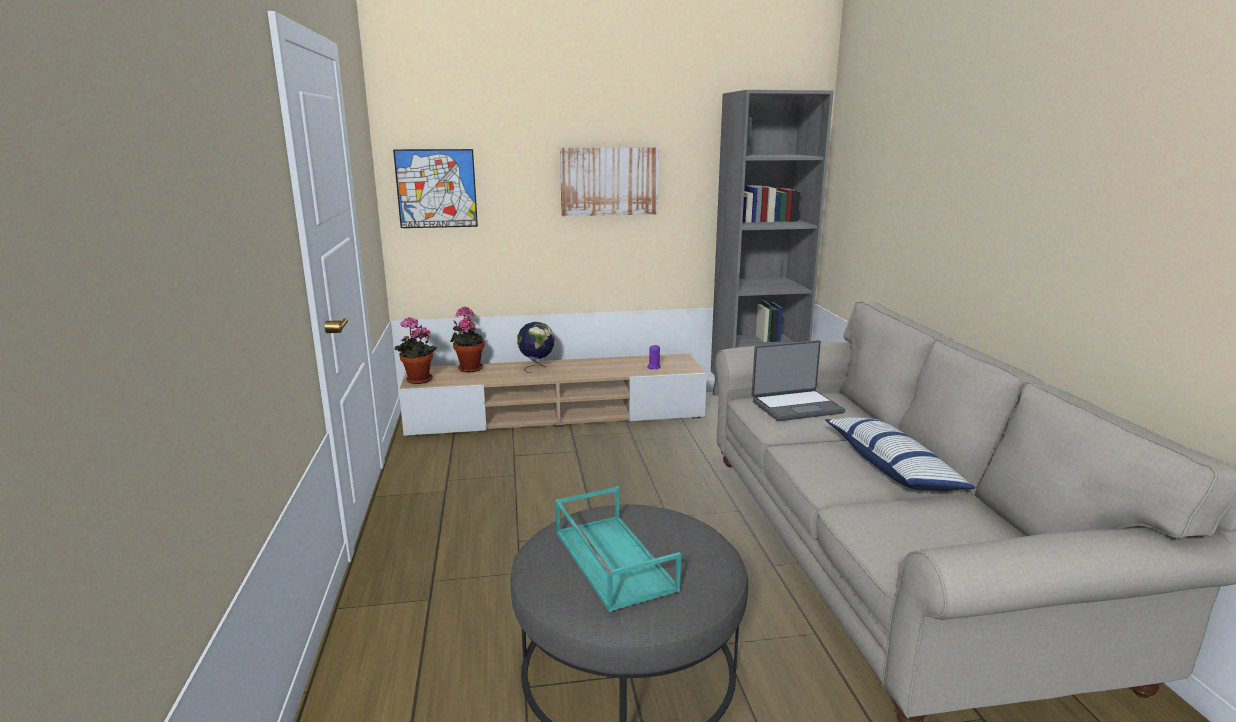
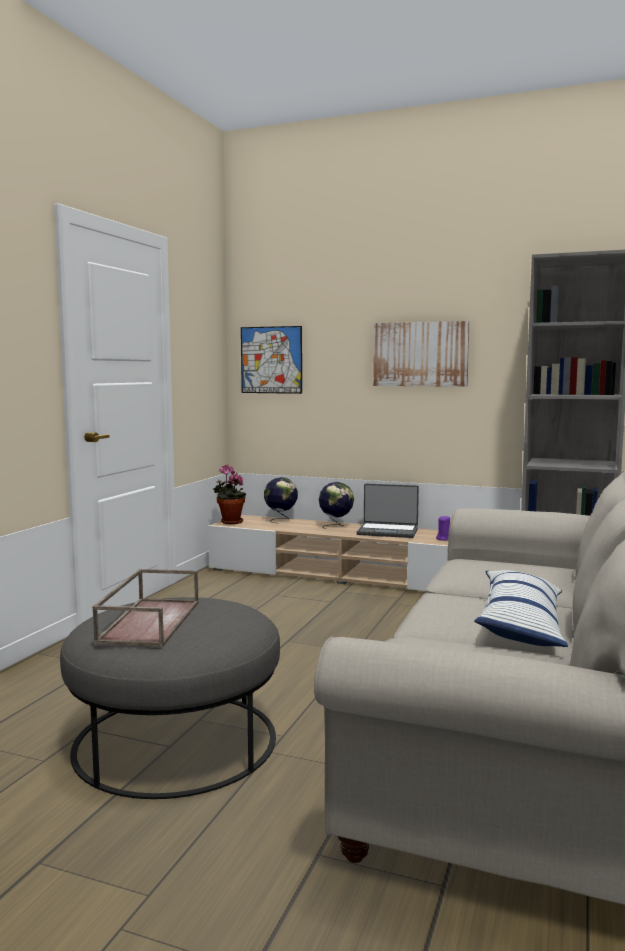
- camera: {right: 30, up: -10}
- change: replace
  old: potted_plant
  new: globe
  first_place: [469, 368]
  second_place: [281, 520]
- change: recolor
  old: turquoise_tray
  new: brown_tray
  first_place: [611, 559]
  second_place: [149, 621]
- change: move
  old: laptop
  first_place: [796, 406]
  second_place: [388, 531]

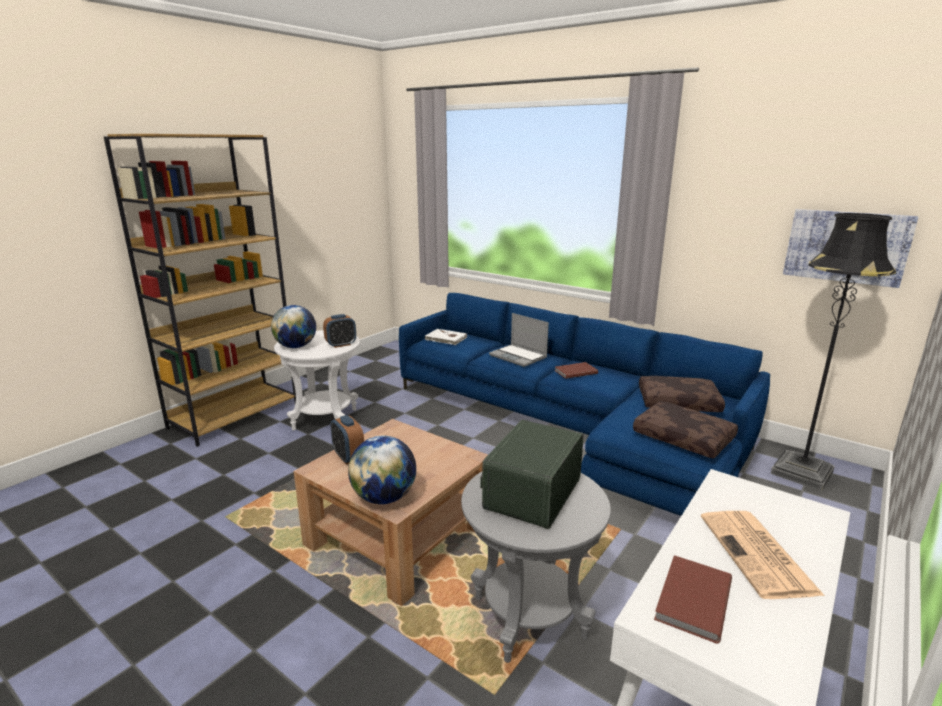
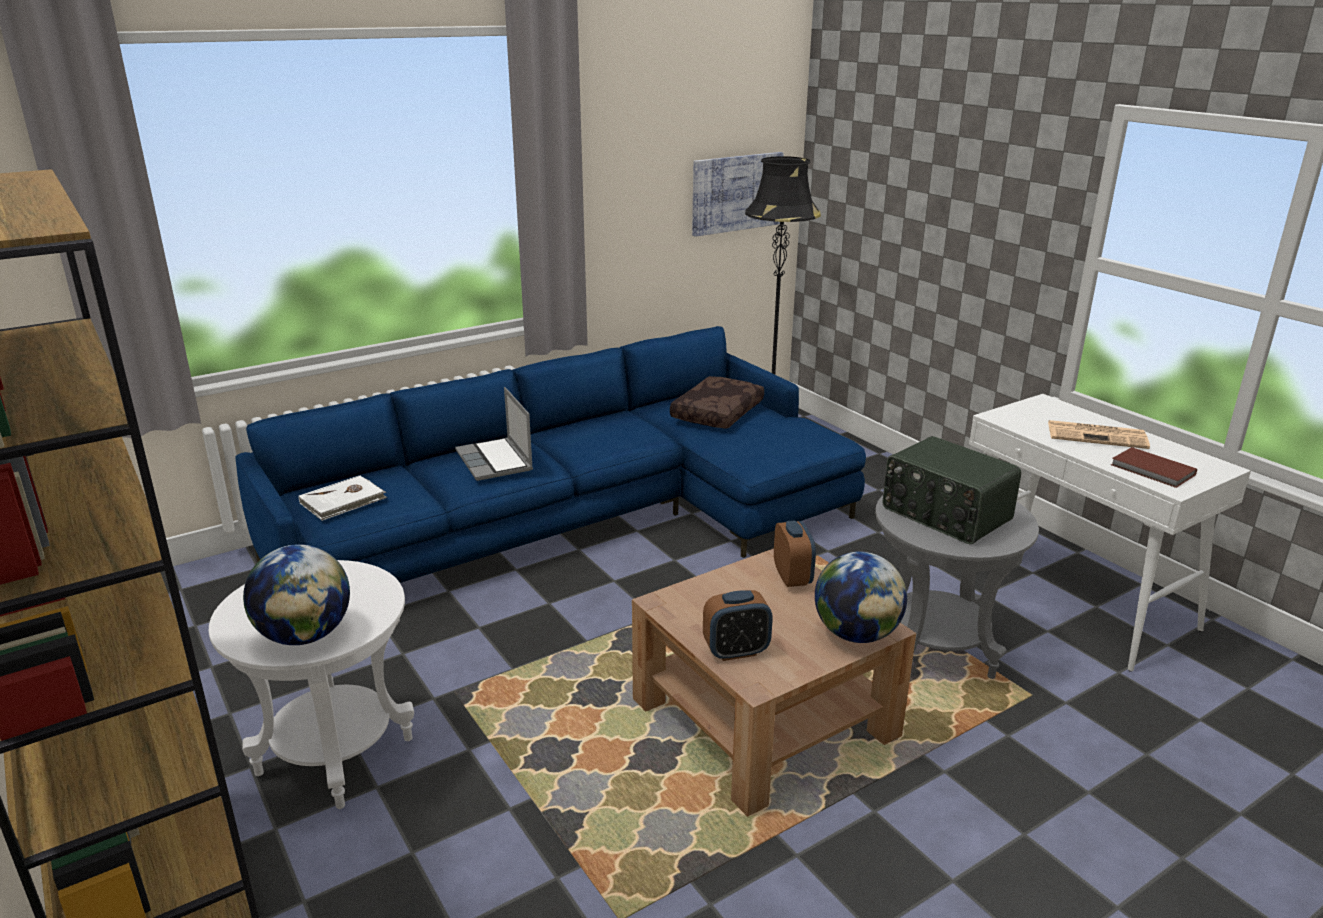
- camera: {right: -70, up: 5}
- change: move
  old: alarm_clock
  first_place: [341, 344]
  second_place: [792, 577]
- change: rotate
  old: laptop
  first_place: [519, 356]
  second_place: [495, 461]
  degrees: 90
- change: delete
  old: brown_book
  first_place: [575, 372]
- change: delete
  old: brown_pillow
  first_place: [684, 438]

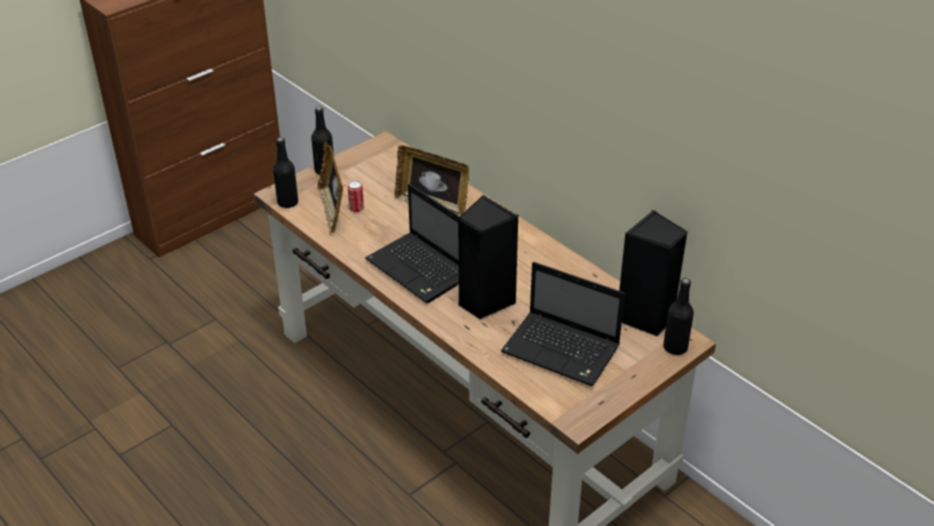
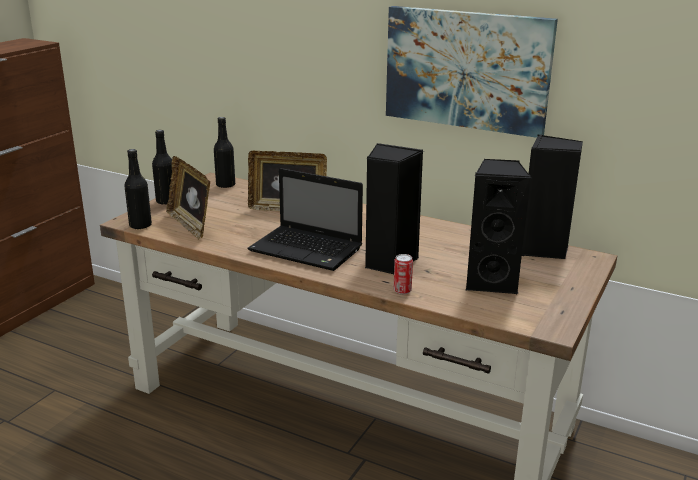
- camera: {right: -20, up: -15}
- change: move
  old: can
  first_place: [356, 208]
  second_place: [402, 290]
- change: replace
  old: laptop
  new: black_speaker
  first_place: [563, 350]
  second_place: [491, 282]
- change: move
  old: black_bottle
  first_place: [675, 347]
  second_place: [225, 185]
- change: insert
  new: picture
  second_place: [467, 69]

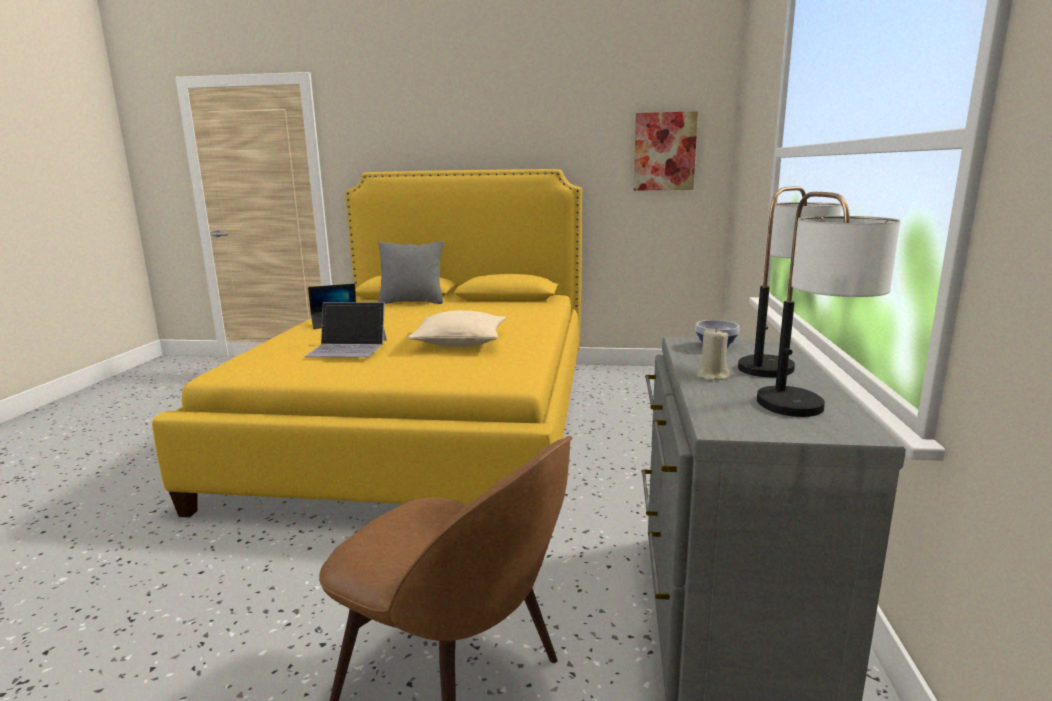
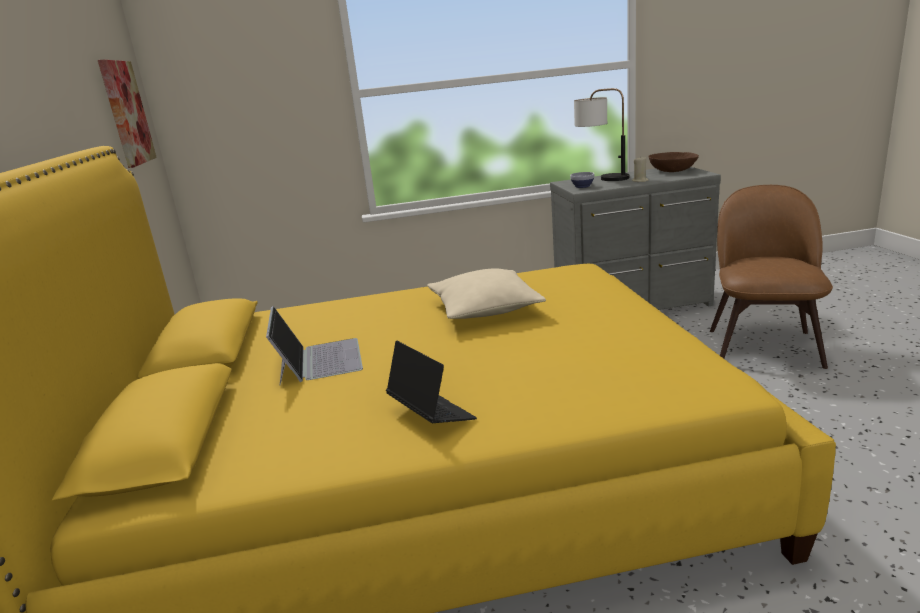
- camera: {right: -105, up: 5}
- change: move
  old: laptop
  first_place: [348, 348]
  second_place: [318, 360]
- change: delete
  old: grey_pillow
  first_place: [412, 302]
- change: replace
  old: table_lamp
  new: brown_bowl
  first_place: [807, 417]
  second_place: [672, 170]

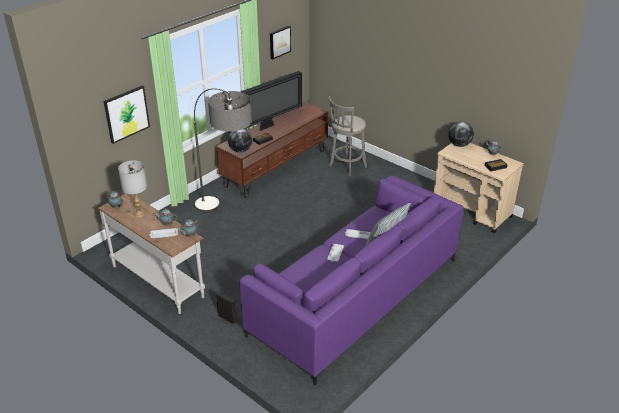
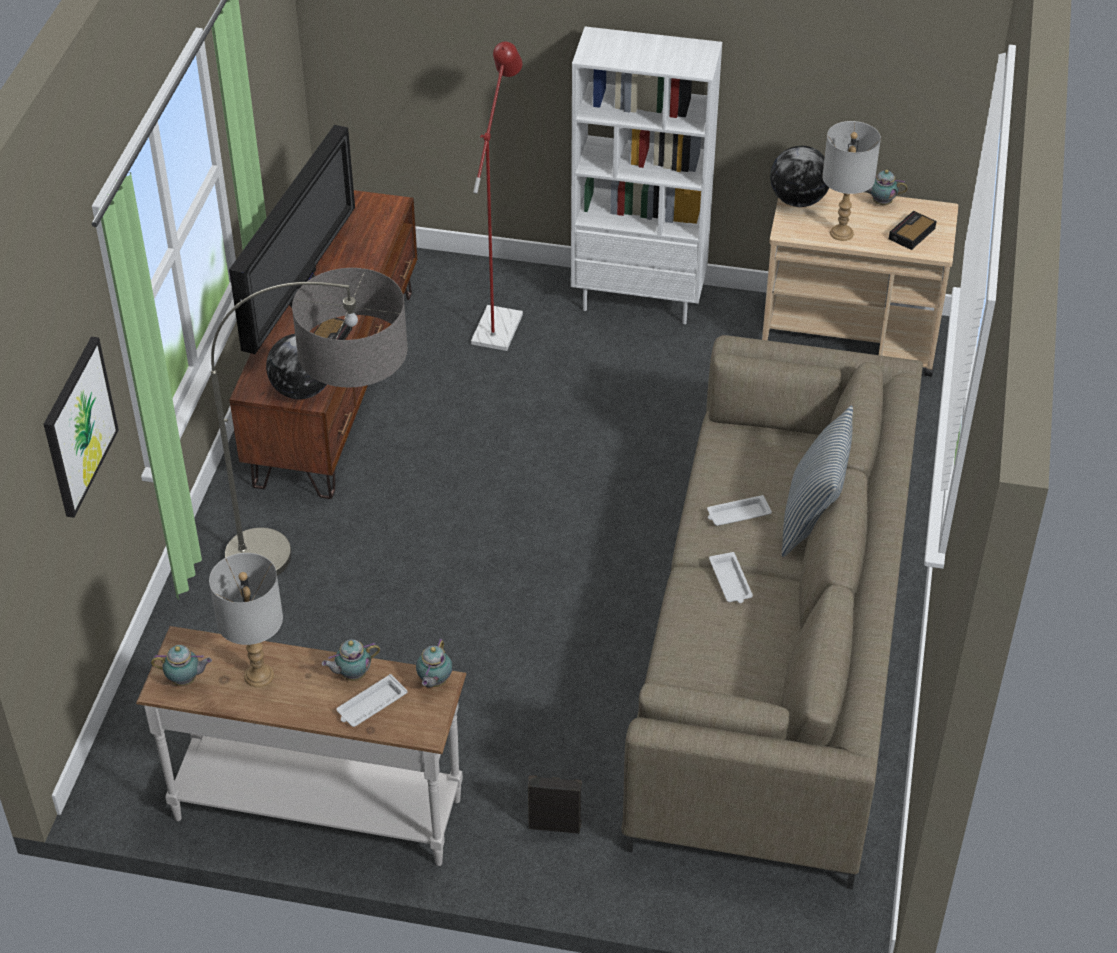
- camera: {right: -30, up: 10}
- change: recolor
  old: purple_sofa
  new: beige_sofa
  first_place: [355, 296]
  second_place: [774, 649]
- change: delete
  old: picture
  first_place: [279, 42]
- change: replace
  old: grey_stool
  new: red_floor_lamp
  first_place: [346, 167]
  second_place: [500, 321]
- change: insert
  new: white_bookcase
  second_place: [639, 300]
- change: insert
  new: grey_table_lamp
  second_place: [842, 233]

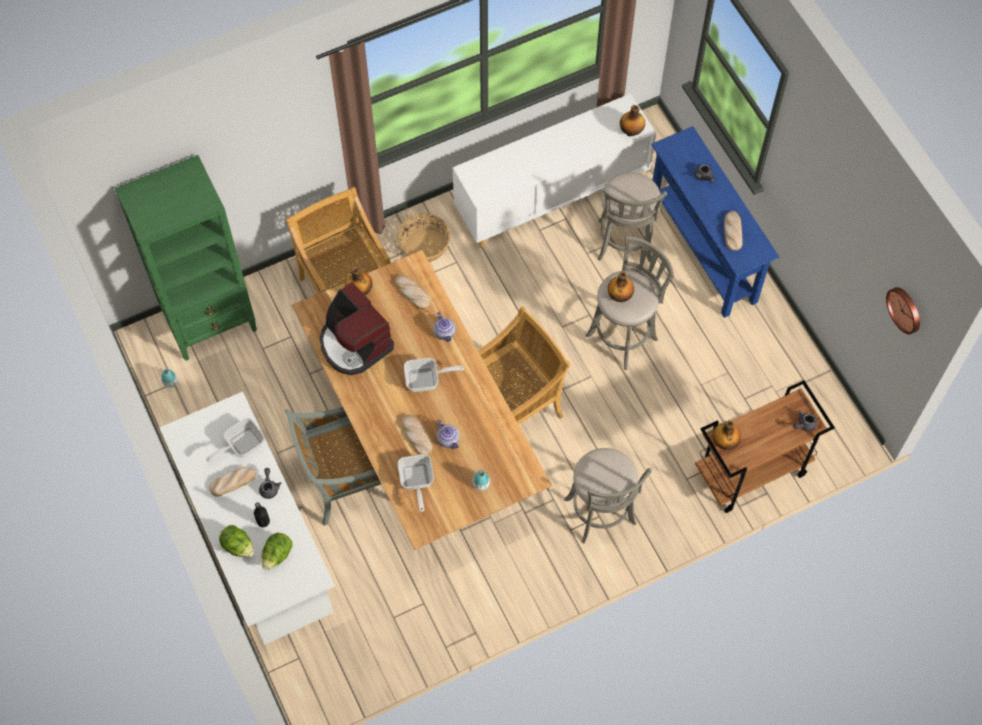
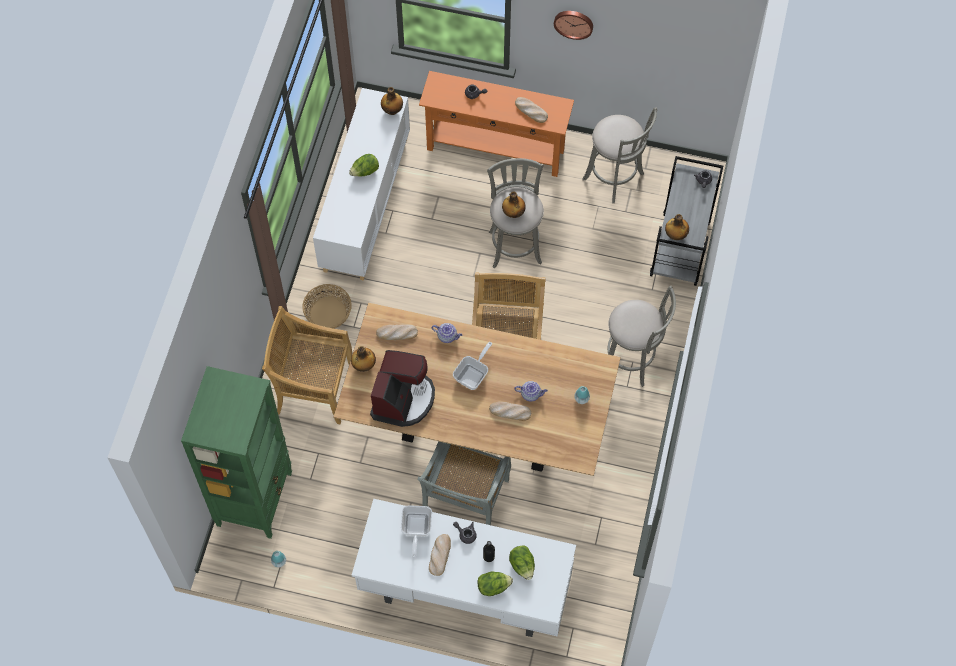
- camera: {right: -50, up: 0}
- change: rotate
  old: coffee_machine
  first_place: [354, 344]
  second_place: [403, 399]
  degrees: -75
- change: delete
  old: frying_pan
  first_place: [416, 482]
- change: move
  old: grey_stool
  first_place: [624, 244]
  second_place: [615, 178]
- change: recolor
  old: blue_console_table
  new: orange_console_table
  first_place: [703, 250]
  second_place: [495, 149]
- change: recolor
  old: brown_cart
  new: grey_cart
  first_place: [750, 472]
  second_place: [680, 249]
- change: move
  old: wall_clock
  first_place: [905, 309]
  second_place: [573, 23]
- change: insert
  new: lettuce
  second_place: [365, 171]

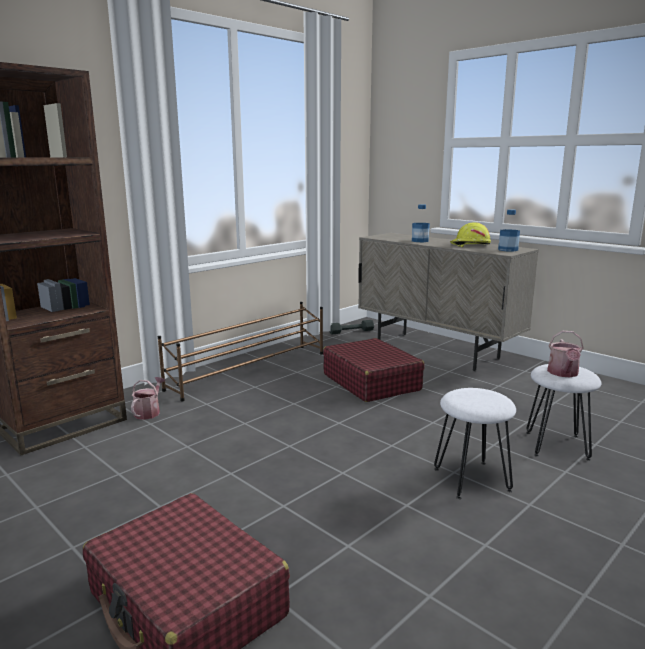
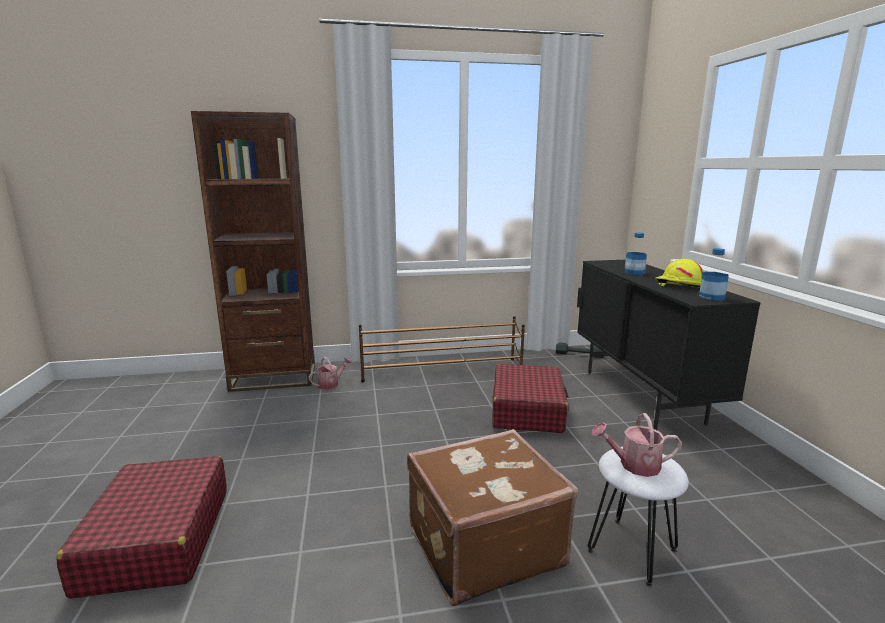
- camera: {right: 35, up: 0}
- change: recolor
  old: beige_cabinet
  new: black_cabinet
  first_place: [436, 351]
  second_place: [641, 396]
- change: replace
  old: white_stool
  new: brown_suitcase
  first_place: [472, 480]
  second_place: [482, 544]
- change: rotate
  old: watering_can
  first_place: [563, 373]
  second_place: [634, 465]
  degrees: 45

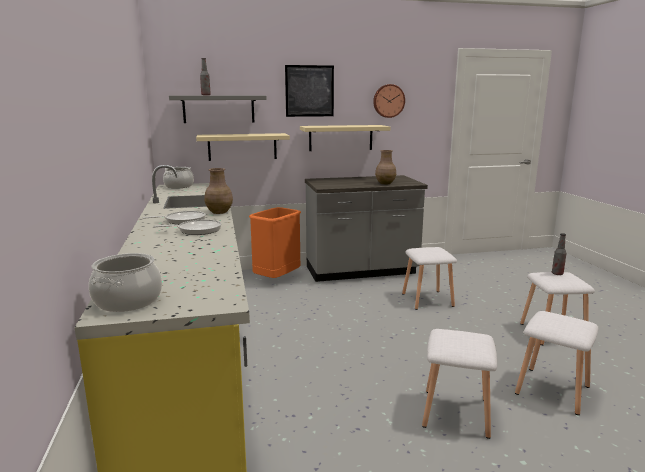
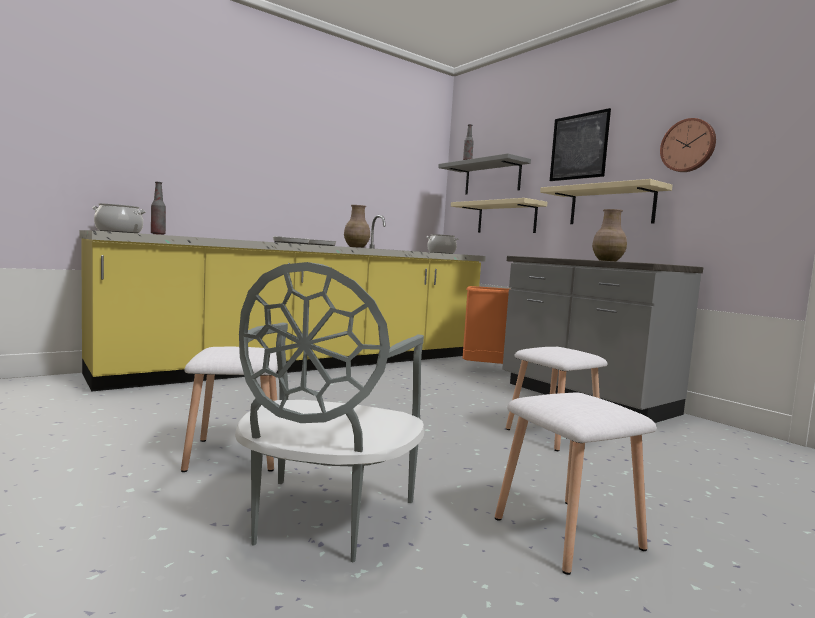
- camera: {right: 65, up: -10}
- change: replace
  old: white_stool
  new: grey_chair
  first_place: [553, 391]
  second_place: [324, 519]
- change: move
  old: bottle
  first_place: [557, 274]
  second_place: [158, 234]

